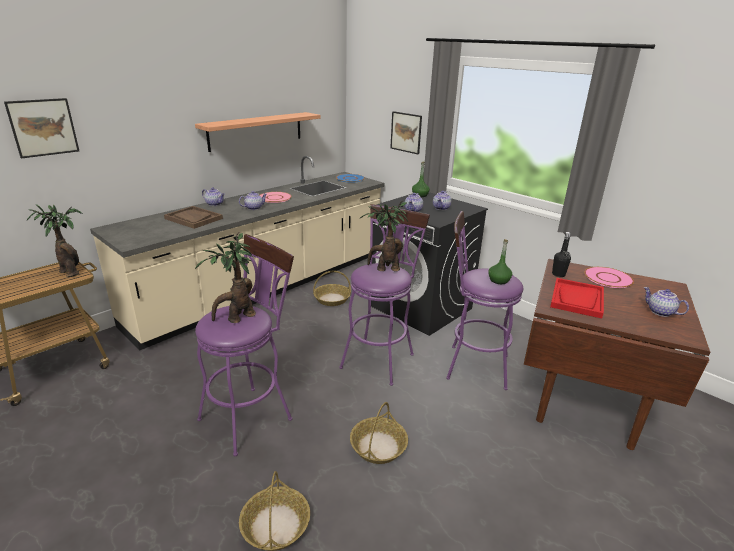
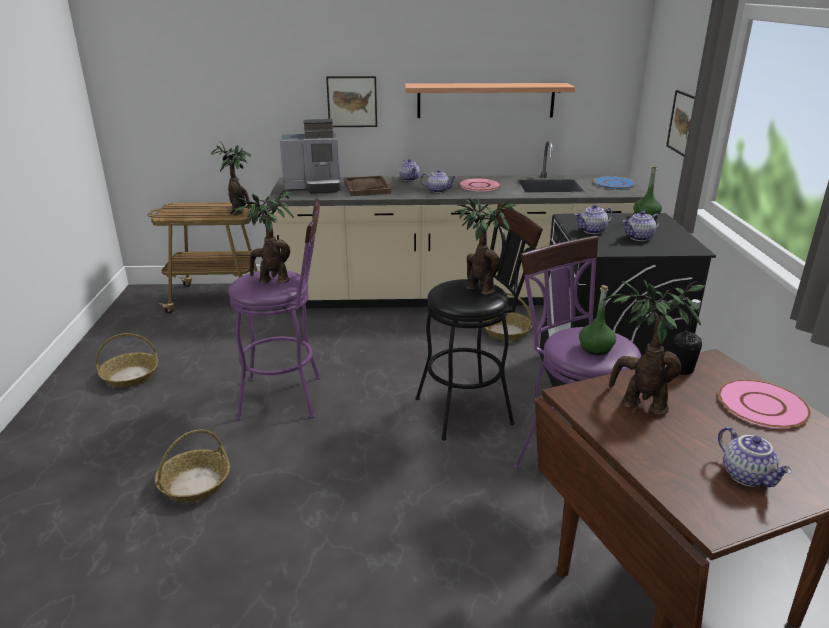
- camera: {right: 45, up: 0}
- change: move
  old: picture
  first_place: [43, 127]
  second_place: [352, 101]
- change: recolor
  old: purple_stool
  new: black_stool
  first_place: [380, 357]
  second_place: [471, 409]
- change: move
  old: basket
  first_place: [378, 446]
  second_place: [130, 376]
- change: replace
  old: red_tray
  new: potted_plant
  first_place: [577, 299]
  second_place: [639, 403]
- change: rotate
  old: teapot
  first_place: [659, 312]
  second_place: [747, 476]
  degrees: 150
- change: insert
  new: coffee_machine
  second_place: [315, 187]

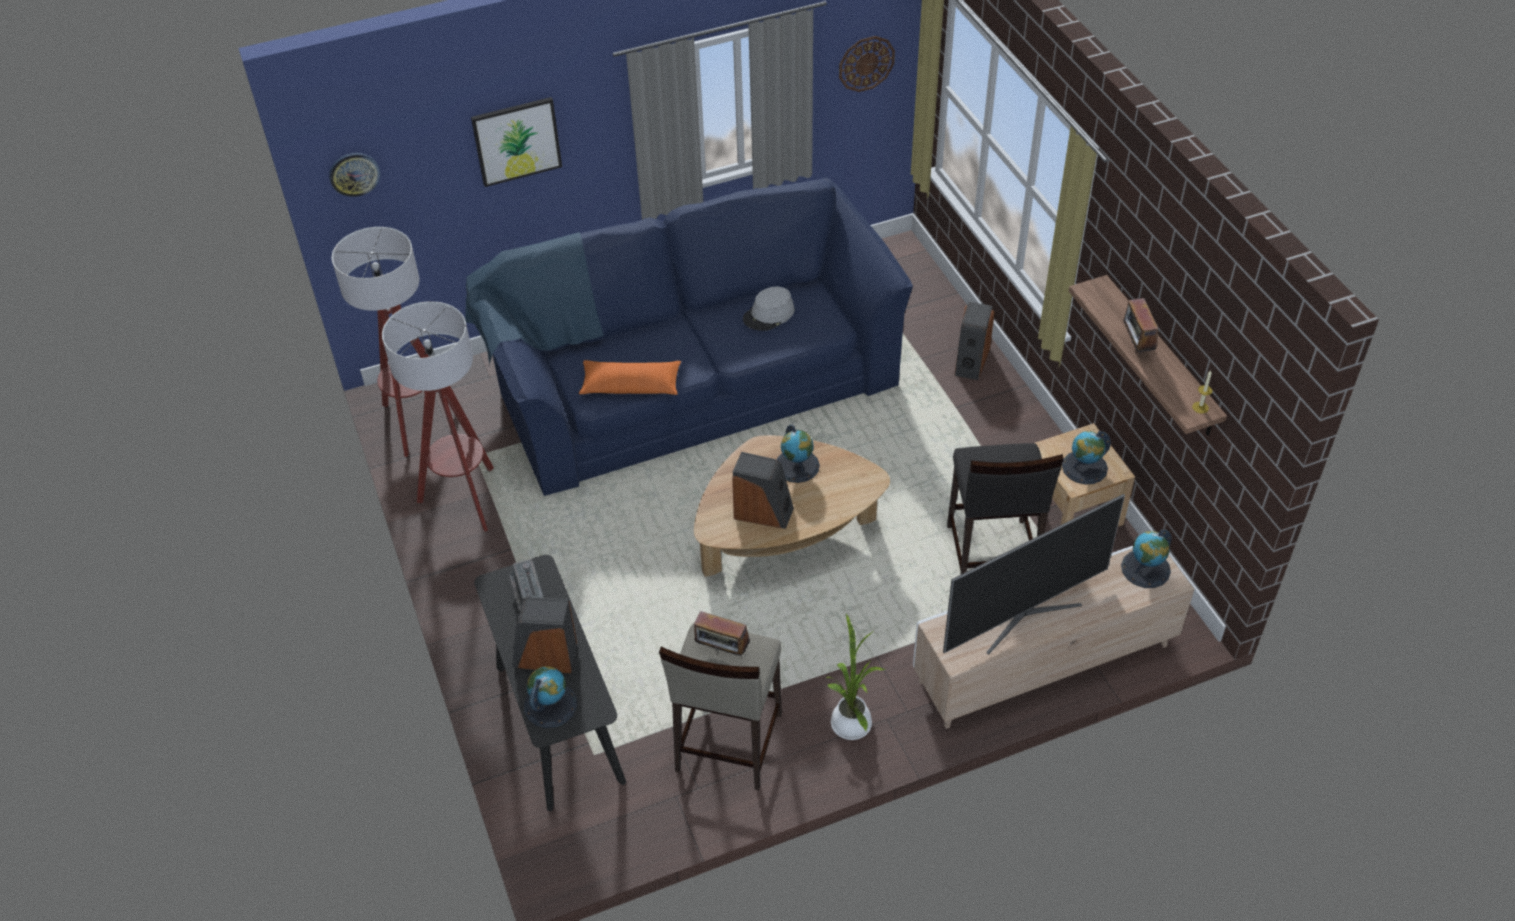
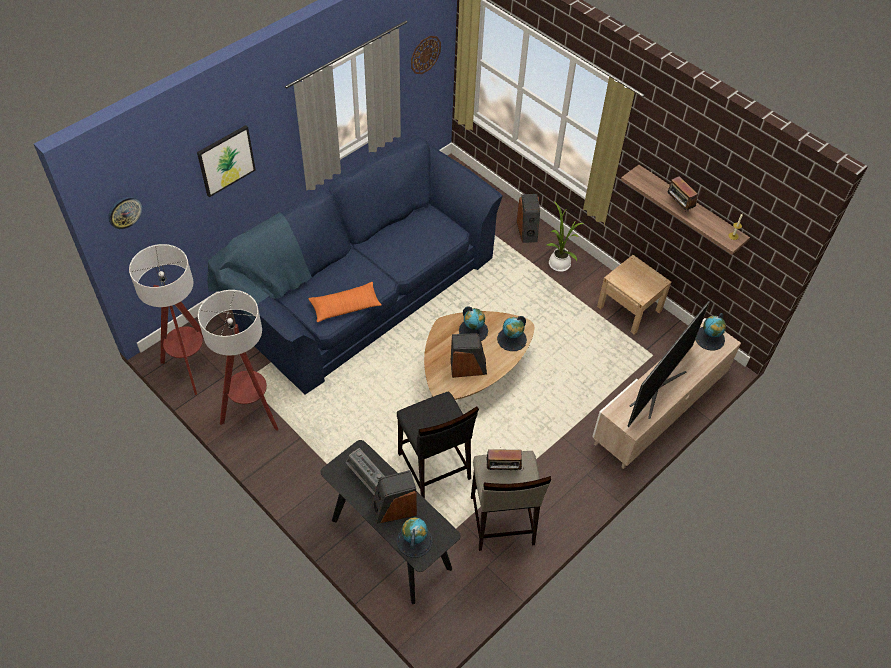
- camera: {right: -25, up: 5}
- change: delete
  old: grey_hat
  first_place: [769, 315]
- change: move
  old: potted_plant
  first_place: [851, 721]
  second_place: [558, 263]
- change: move
  old: black_stool
  first_place: [991, 556]
  second_place: [434, 467]
- change: move
  old: globe
  first_place: [1084, 467]
  second_place: [512, 339]

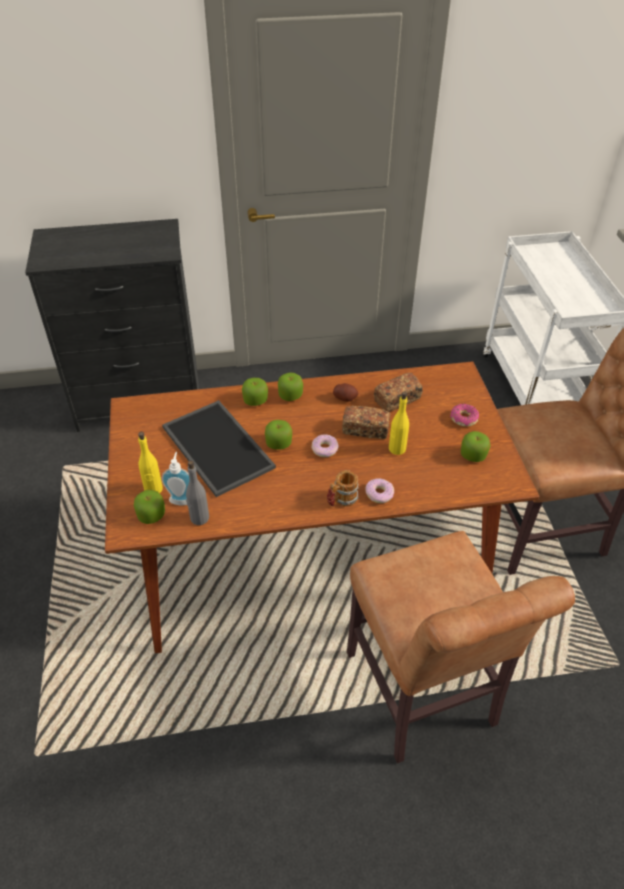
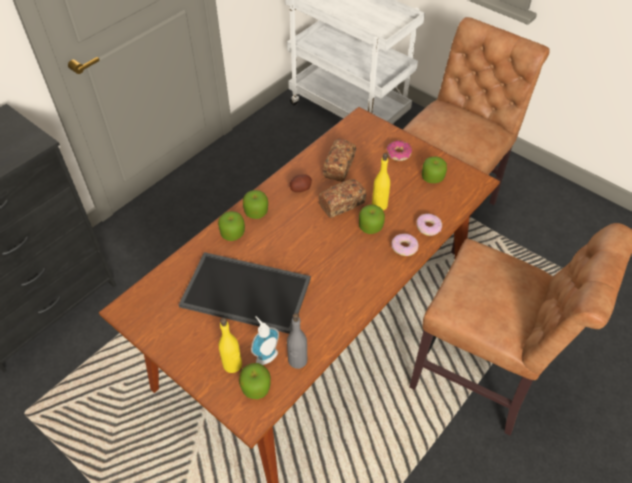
- camera: {right: -40, up: 5}
- change: move
  old: apple
  first_place: [278, 443]
  second_place: [370, 227]
- change: move
  old: donut
  first_place: [325, 449]
  second_place: [428, 227]
- change: delete
  old: mug
  first_place: [341, 500]

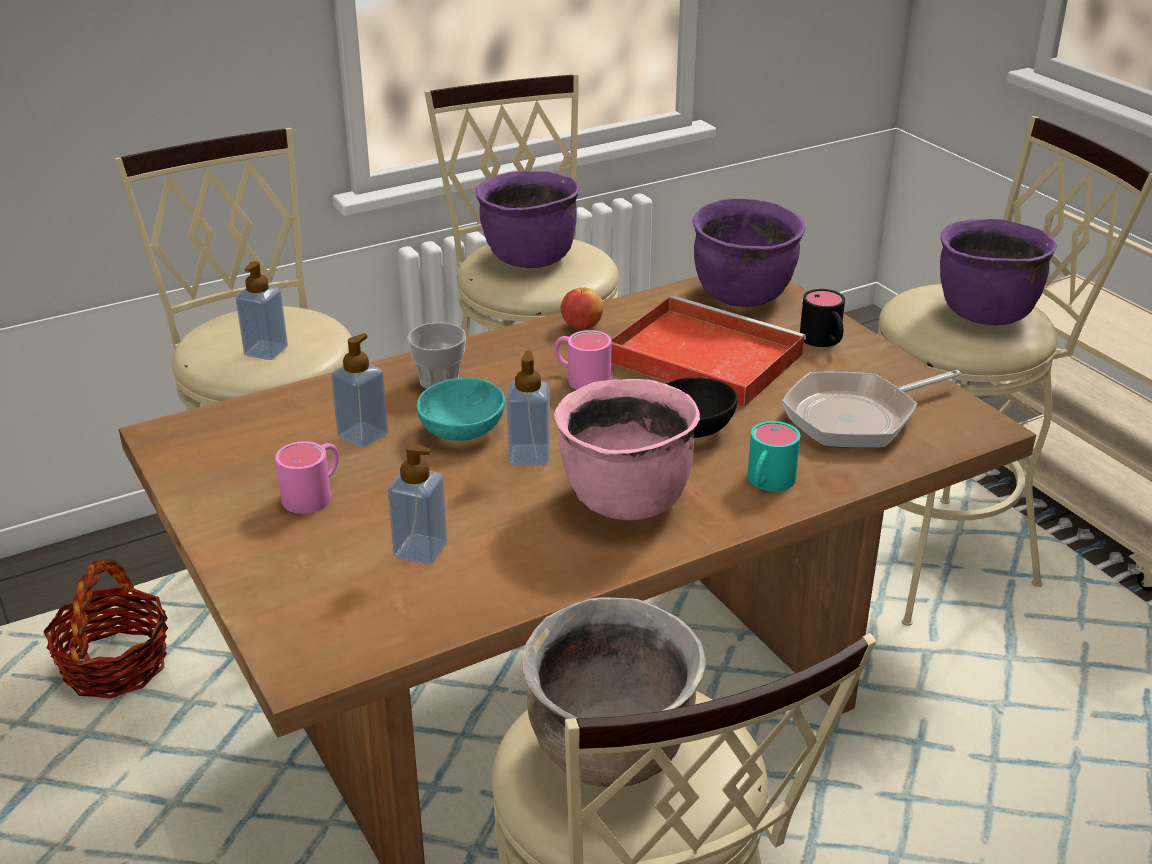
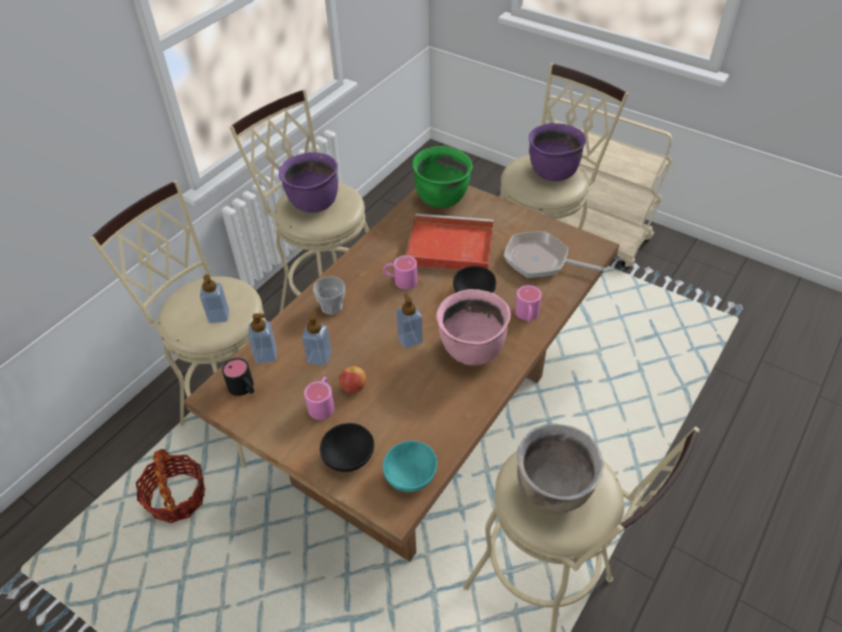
- camera: {right: -25, up: 15}
- change: move
  old: soap_dispenser
  first_place: [420, 550]
  second_place: [266, 355]
- change: move
  old: turquoise_bowl
  first_place: [463, 432]
  second_place: [411, 476]
- change: move
  old: apple
  first_place: [581, 326]
  second_place: [353, 387]
- change: recolor
  old: purple_cooking_pot
  new: green_cooking_pot
  first_place: [743, 295]
  second_place: [442, 198]
- change: recolor
  old: turquoise_mug
  new: pink_mug
  first_place: [767, 483]
  second_place: [527, 316]
- change: rotate
  old: frying_pan
  first_place: [857, 417]
  second_place: [540, 261]
  degrees: 75
- change: move
  old: black_mug
  first_place: [824, 341]
  second_place: [244, 389]
- change: insert
  new: black_bowl
  second_place: [349, 457]

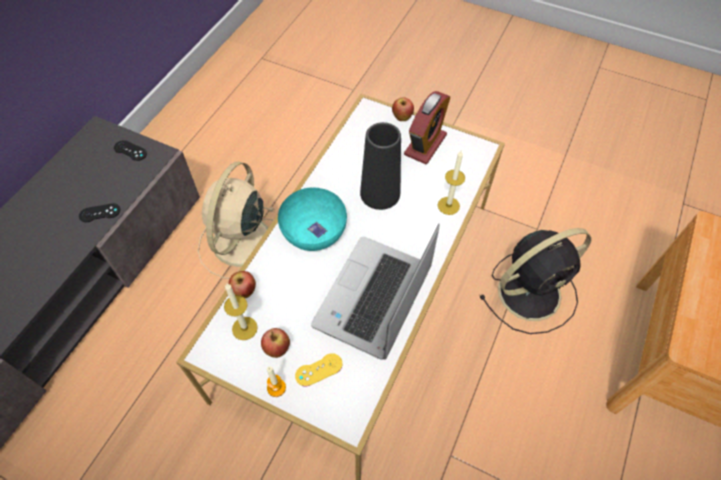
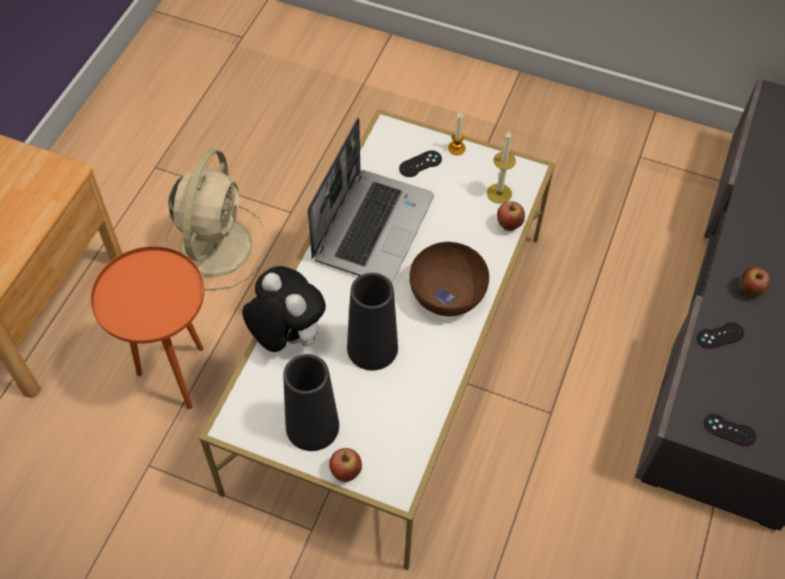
- camera: {right: 175, up: 0}
- change: move
  old: beige_fan
  first_place: [241, 243]
  second_place: [216, 243]
- change: move
  old: apple
  first_place: [277, 349]
  second_place: [750, 290]
- change: recolor
  old: turquoise_bowl
  new: brown_bowl
  first_place: [313, 231]
  second_place: [448, 294]
- change: recolor
  old: yellow_game_controller
  new: black_game_controller
  first_place: [319, 369]
  second_place: [420, 164]
- change: replace
  old: alarm_clock
  new: black_vase
  first_place: [425, 145]
  second_place: [312, 426]
- change: replace
  old: candle
  new: plush_toy
  first_place: [448, 205]
  second_place: [286, 336]
- change: replace
  old: black_fan
  new: orange_side_table
  first_place: [531, 291]
  second_place: [176, 375]

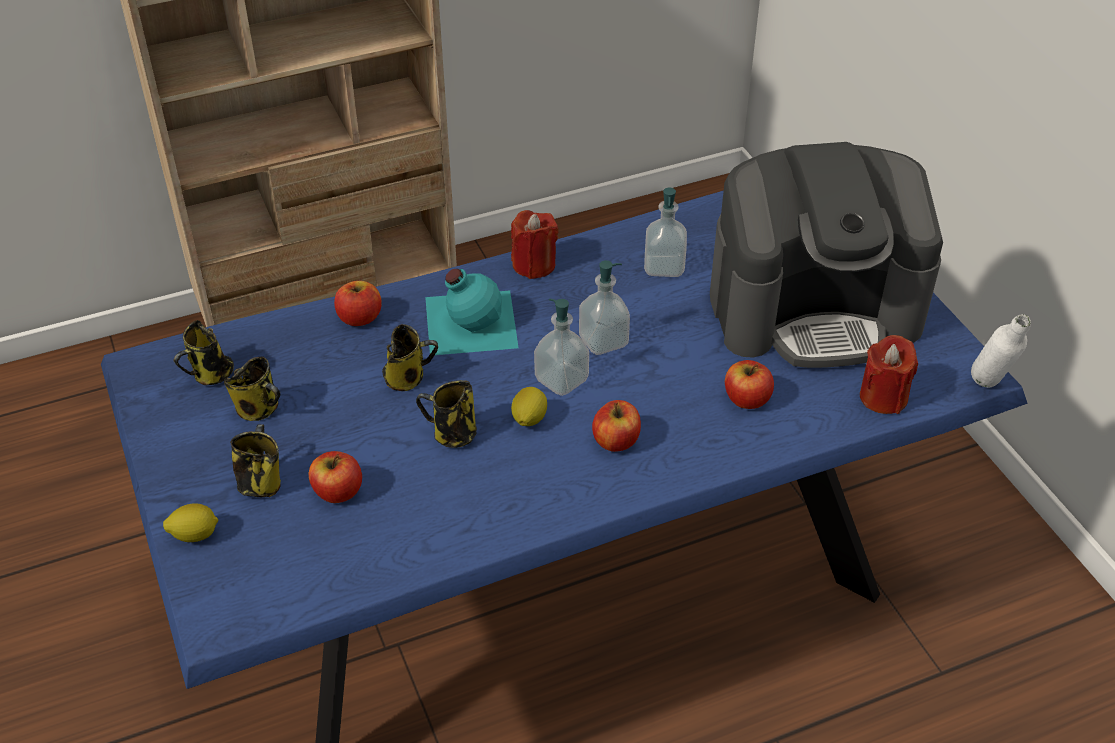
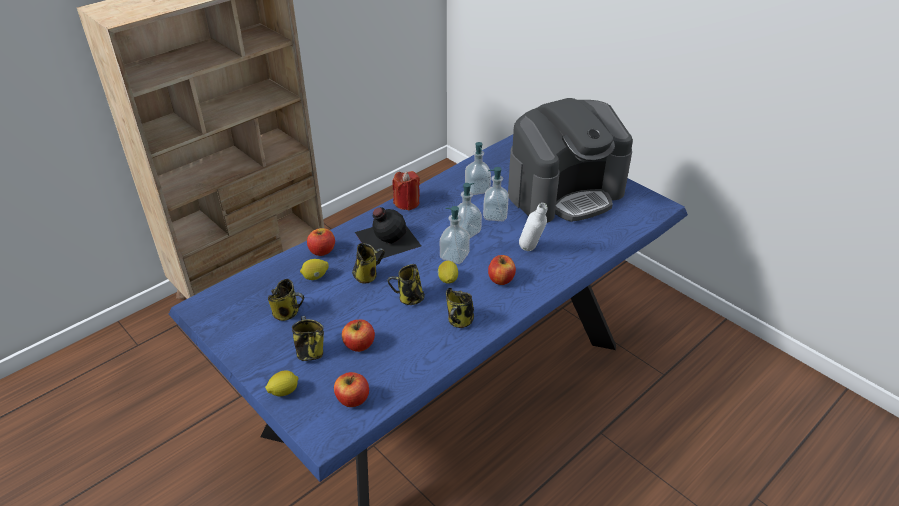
- camera: {right: -20, up: -5}
- change: move
  old: mug
  first_place: [210, 375]
  second_place: [459, 321]
- change: recolor
  old: turquoise_bottle
  new: black_bottle
  first_place: [469, 321]
  second_place: [386, 238]
- change: move
  old: apple
  first_place: [746, 399]
  second_place: [352, 399]
- change: delete
  old: red_candle
  first_place: [883, 397]
- change: move
  old: white_bottle
  first_place: [988, 390]
  second_place: [531, 252]
- change: insert
  new: lemon
  second_place: [315, 277]
- change: insert
  new: soap_dispenser
  second_place: [495, 215]

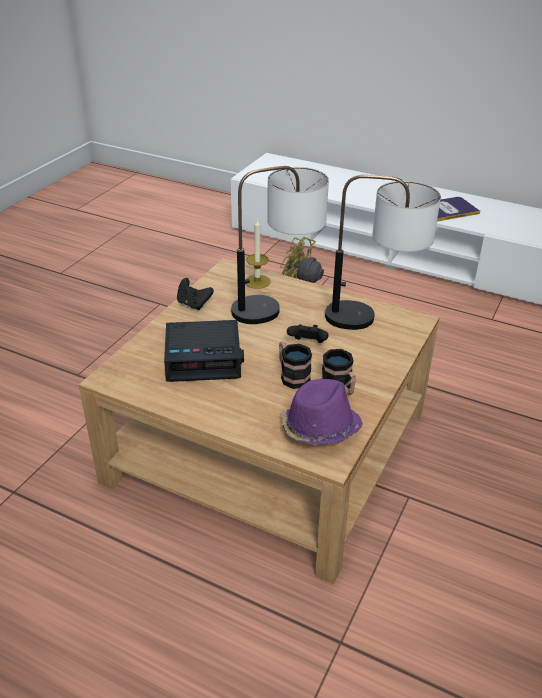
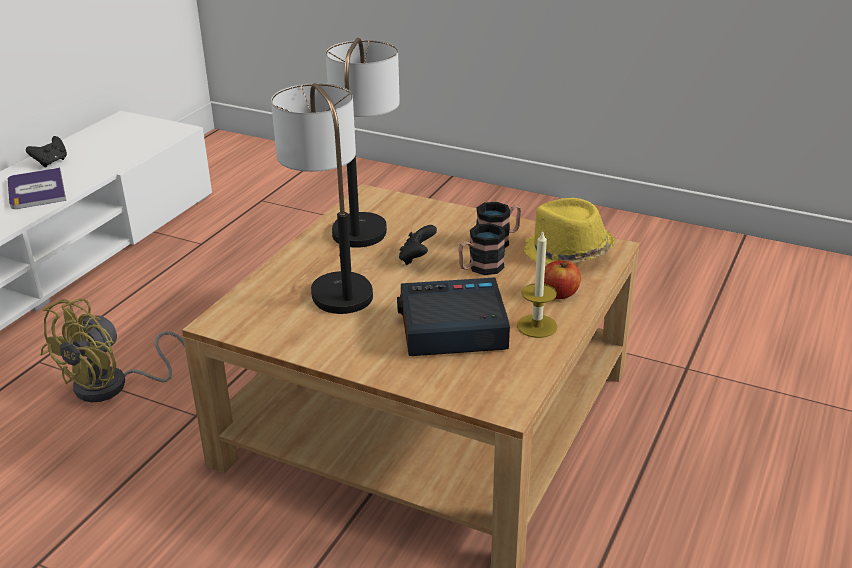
- camera: {right: -90, up: -5}
- change: rotate
  old: alarm_clock
  first_place: [204, 358]
  second_place: [451, 329]
  degrees: -90
- change: move
  old: black_game_controller
  first_place: [193, 304]
  second_place: [51, 162]
- change: move
  old: candle
  first_place: [257, 281]
  second_place: [537, 326]
- change: recolor
  old: purple_hat
  new: yellow_hat
  first_place: [319, 428]
  second_place: [567, 253]
- change: insert
  new: apple
  second_place: [559, 294]

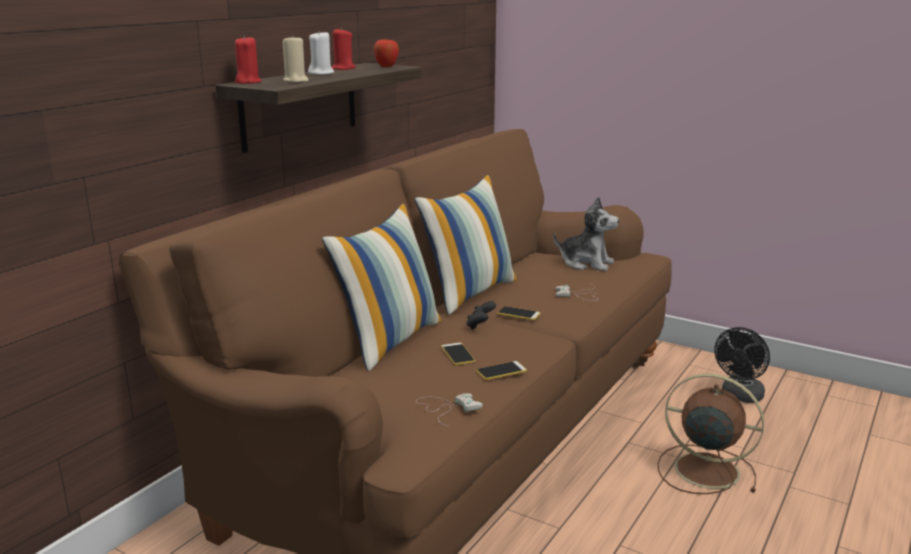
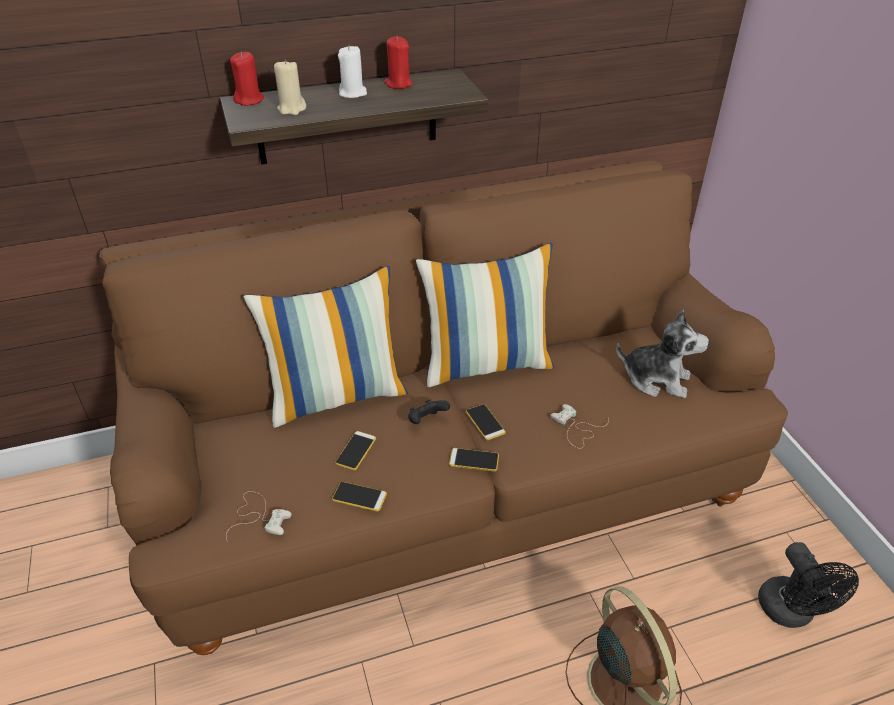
- camera: {right: 40, up: 20}
- change: delete
  old: apple
  first_place: [386, 67]
- change: rotate
  old: plush_toy
  first_place: [586, 263]
  second_place: [656, 379]
  degrees: -45
- change: rotate
  old: black_fan
  first_place: [740, 397]
  second_place: [790, 613]
  degrees: -90
- change: insert
  new: phone
  second_place: [474, 460]

